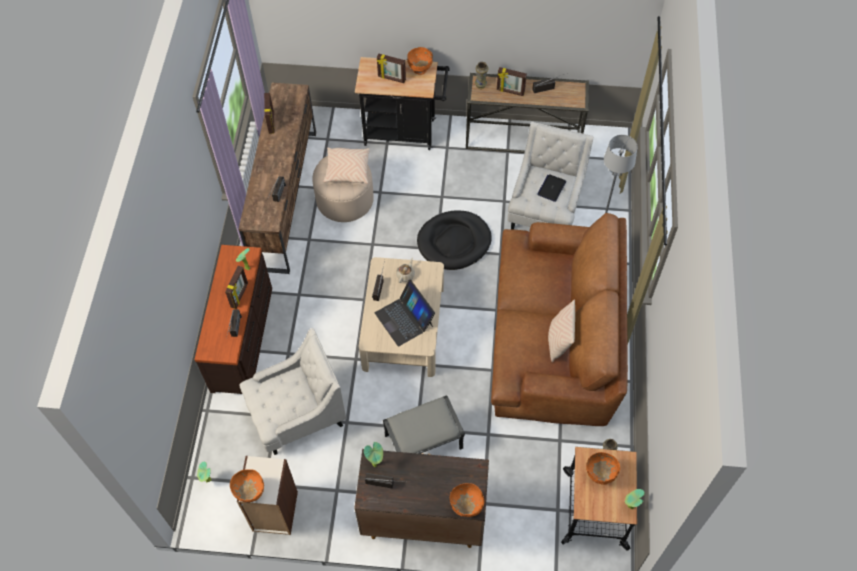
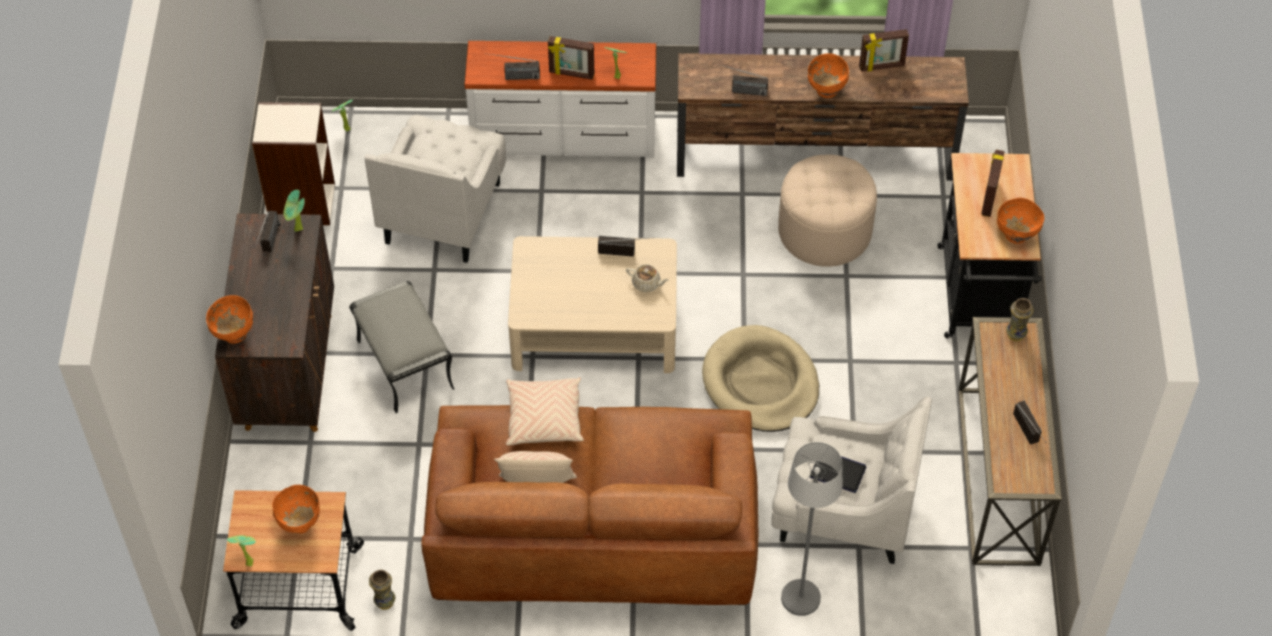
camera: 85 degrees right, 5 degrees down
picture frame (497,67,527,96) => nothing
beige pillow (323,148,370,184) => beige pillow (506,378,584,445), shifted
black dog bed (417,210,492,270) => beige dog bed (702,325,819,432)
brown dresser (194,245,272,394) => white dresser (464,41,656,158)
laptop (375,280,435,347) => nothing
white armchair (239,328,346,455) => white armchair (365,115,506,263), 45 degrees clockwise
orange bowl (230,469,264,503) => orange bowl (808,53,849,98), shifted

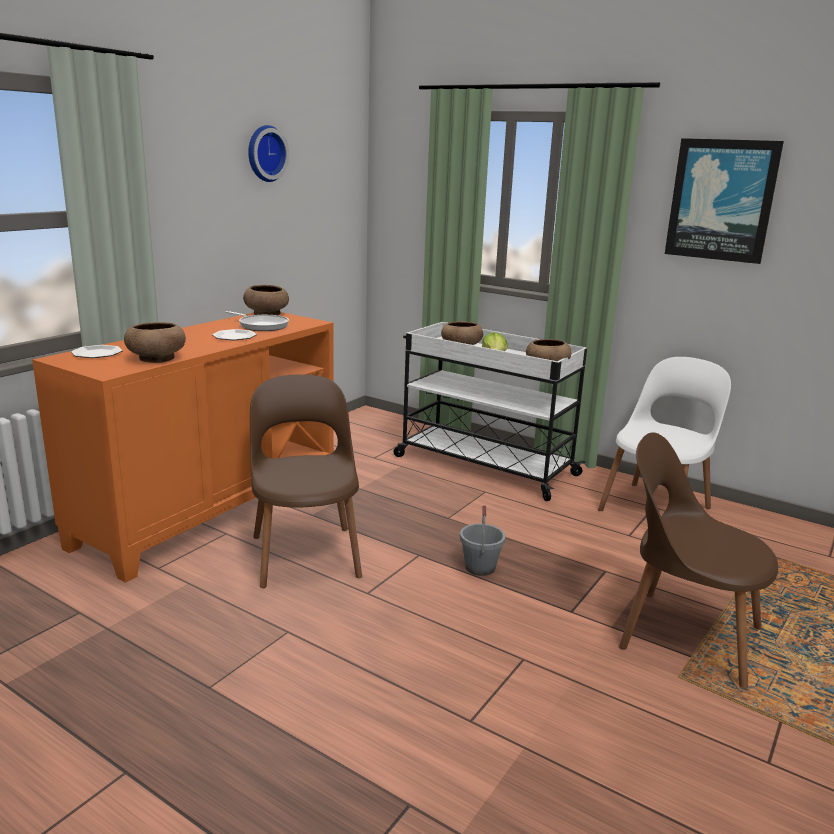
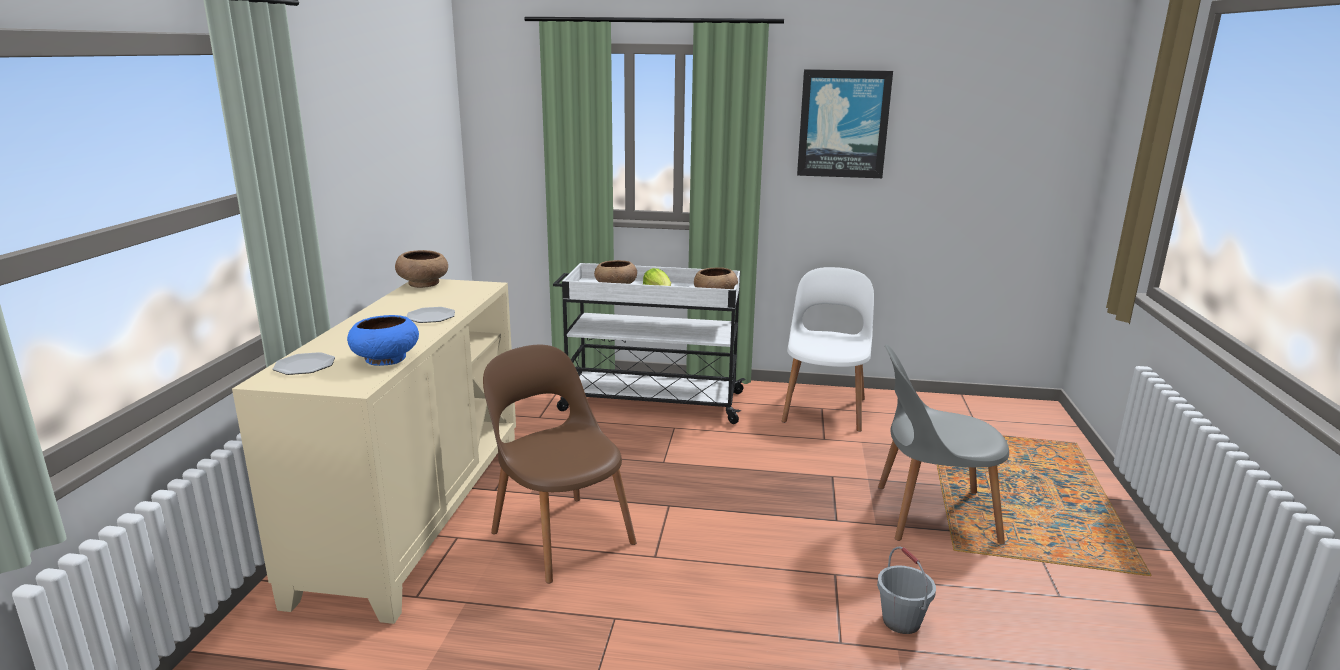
camera: 25 degrees left, 0 degrees up
wall clock (248,125,289,182) => nothing
frying pan (226,311,289,331) => nothing
orange cabinet (32,312,334,583) => beige cabinet (232,279,516,624)
brown bowl (124,322,186,363) => blue bowl (347,315,419,366)
brown chair (619,432,778,689) => grey chair (878,344,1009,544)
grey bucket (460,505,506,576) => grey bucket (877,546,936,634), shifted

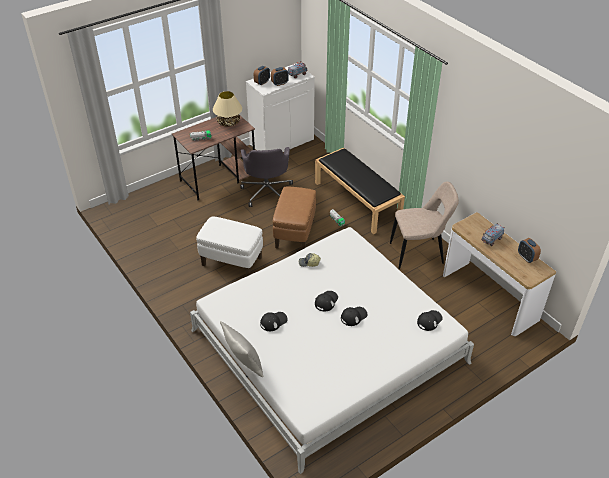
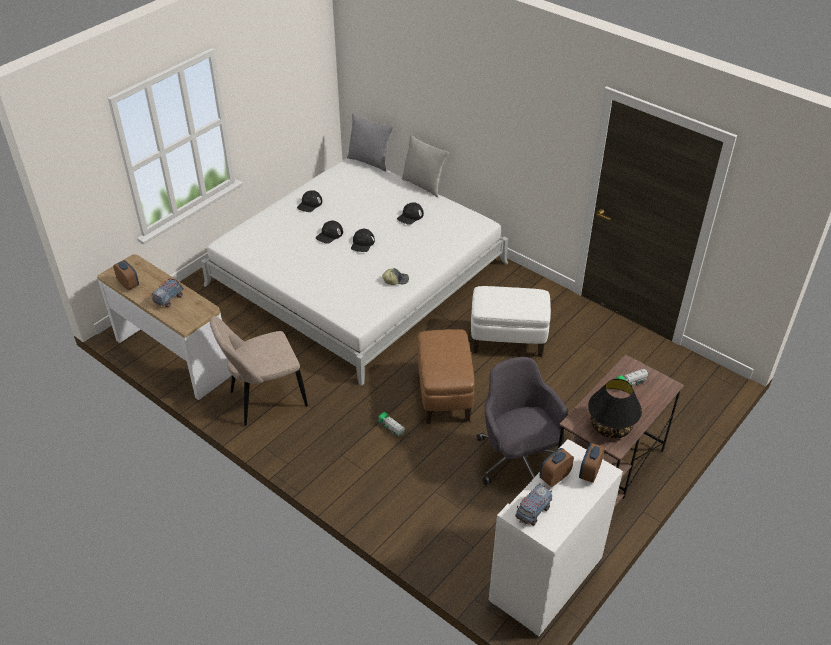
camera: 165 degrees right, 0 degrees up
beige table lamp (213,91,242,126) => black table lamp (588,379,642,439)
black bench (315,148,405,234) => nothing
black cap (417,310,443,331) => black cap (297,190,322,212), shifted
nothing => grey pillow (347,114,393,171)

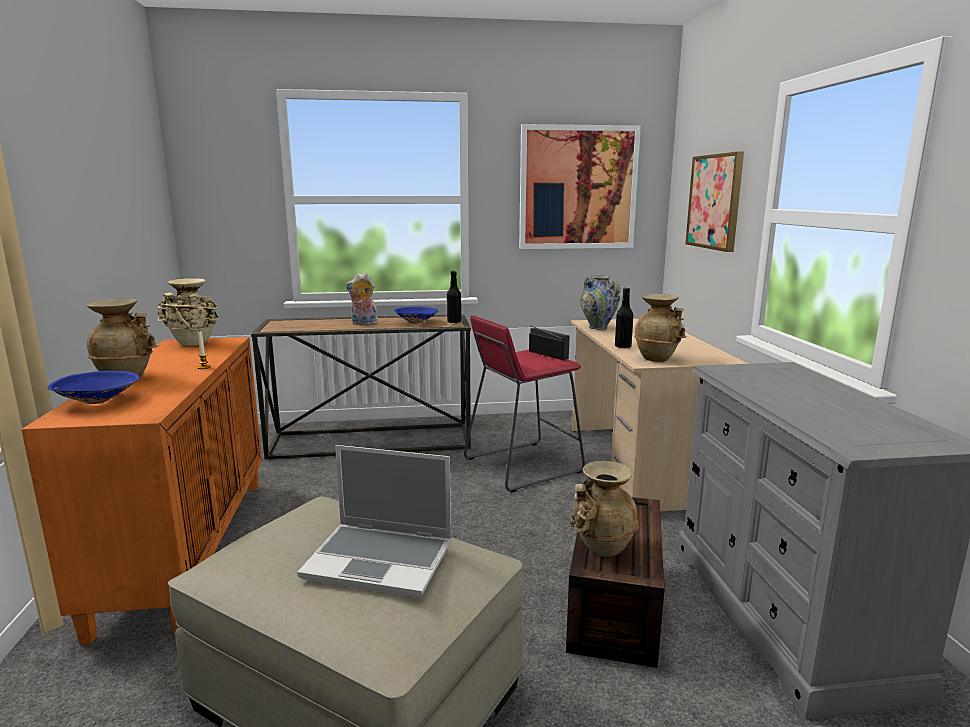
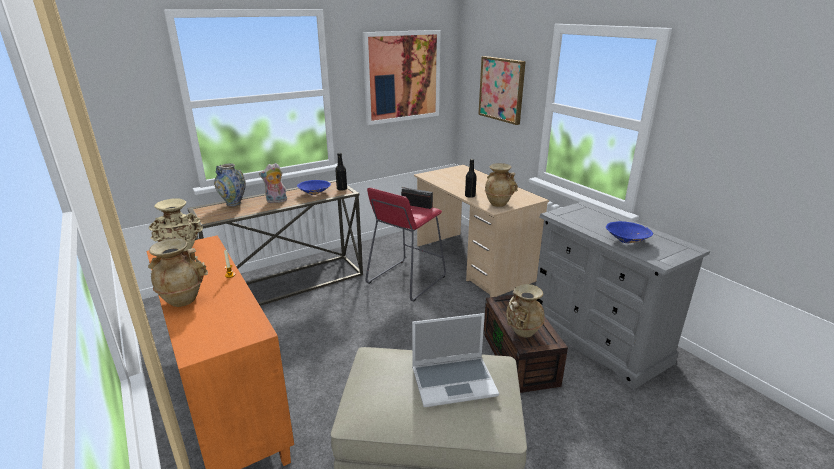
camera: 25 degrees left, 10 degrees up
vase (581,276,620,330) => vase (214,164,246,206), shifted
blue bowl (48,371,140,404) => blue bowl (606,221,653,243), shifted

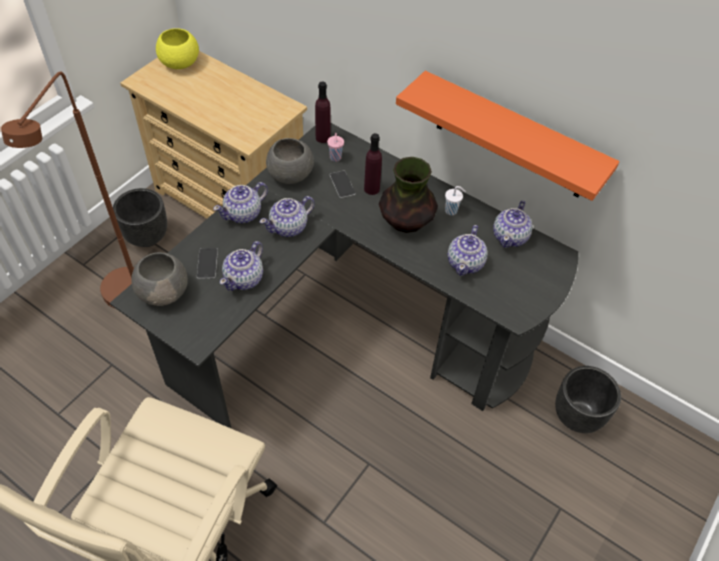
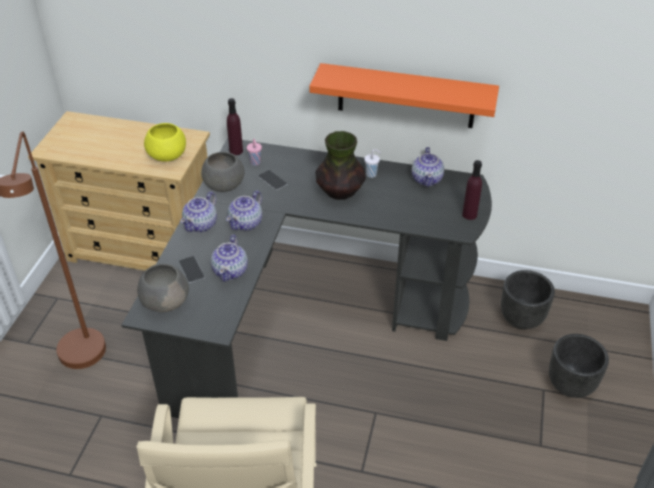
camera: 20 degrees left, 10 degrees down
yellow bowl (156,28,199,69) => yellow bowl (144,123,186,162), shifted
purple bottle (364,133,382,195) => purple bottle (462,160,482,220), shifted
black planter (113,188,167,247) => black planter (549,334,609,398), shifted
teapot (447,225,488,276) => nothing

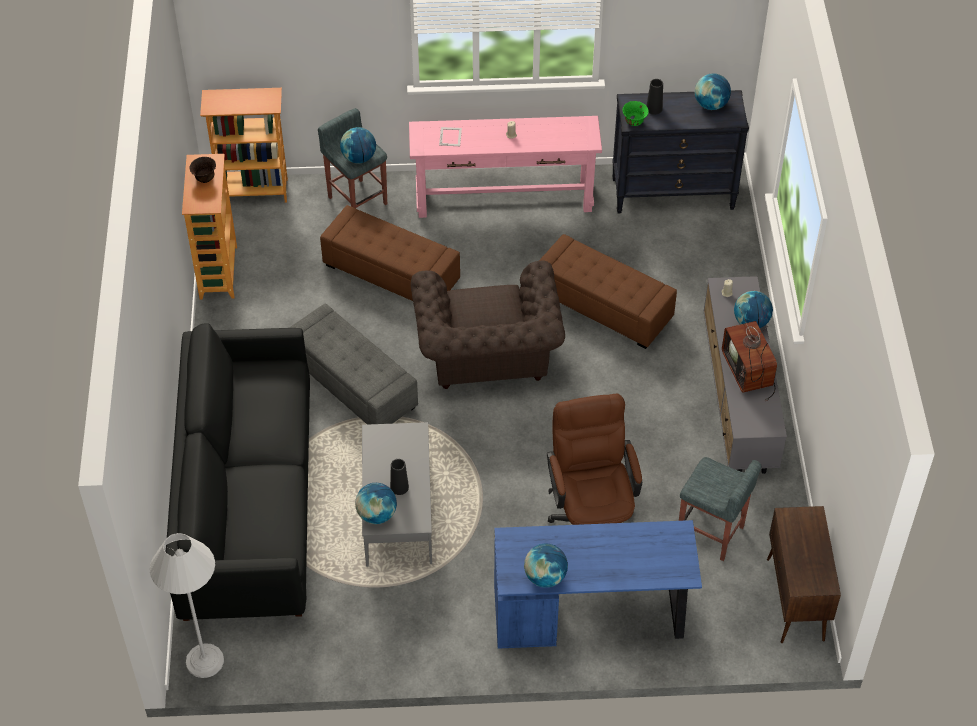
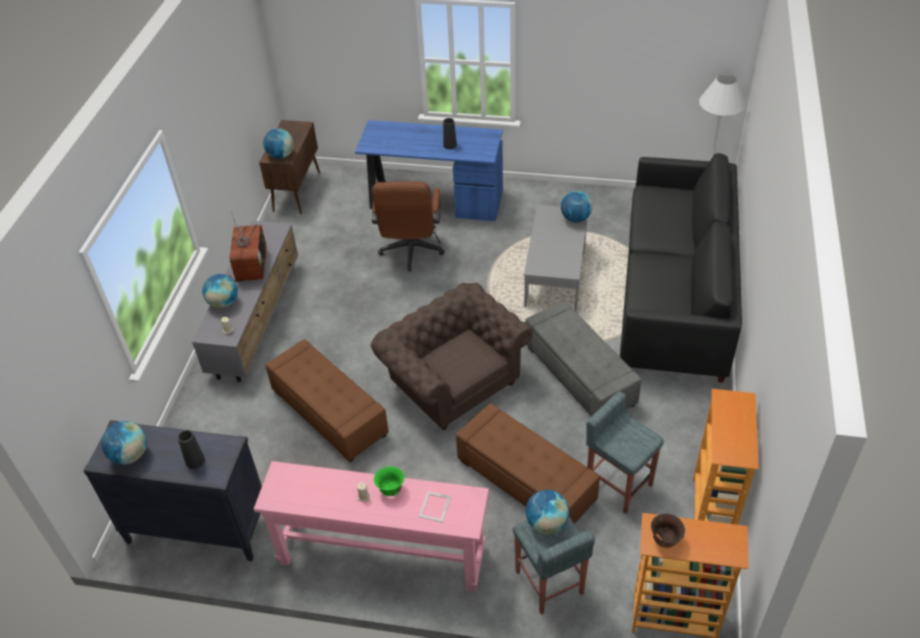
camera: 165 degrees left, 5 degrees down
green bowl (623,101,649,126) => green bowl (374,466,404,496), shifted
brown bowl (189,157,216,183) => brown bowl (651,514,685,548), shifted
brown armchair (411,261,565,389) => brown armchair (371,283,533,430), 45 degrees counterclockwise
grey stool (679,457,761,561) => grey stool (586,392,664,514), shifted
black vase (390,459,409,495) => black vase (443,118,457,149), shifted
globe (524,543,568,588) => globe (263,128,294,159), shifted

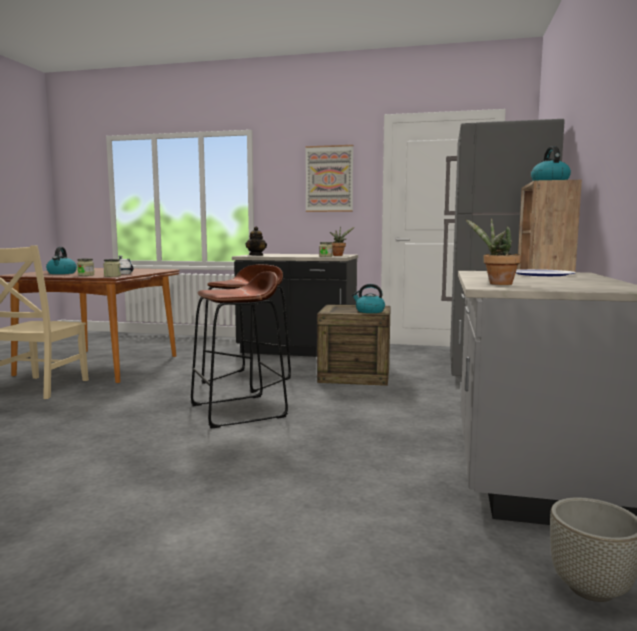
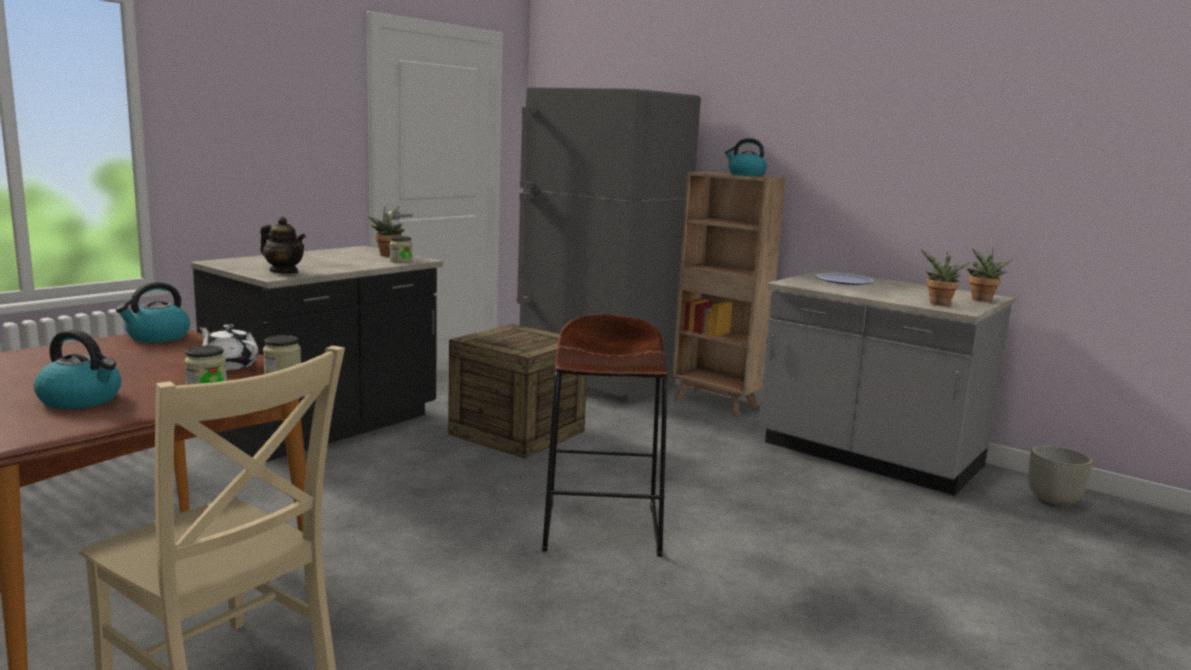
camera: 65 degrees left, 5 degrees up
picture (305,145,353,212) => nothing
brown stool (202,264,291,393) => nothing
kettle (352,284,385,313) => kettle (116,282,190,343), shifted
nothing => potted plant (967,248,1013,302)

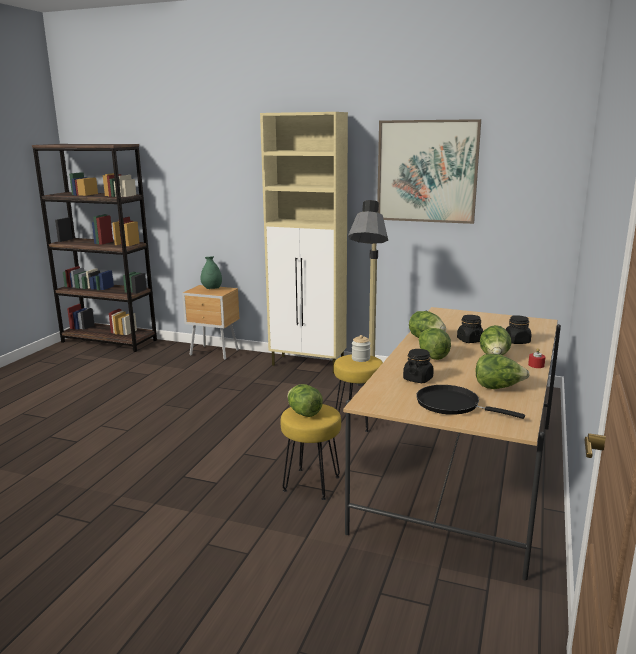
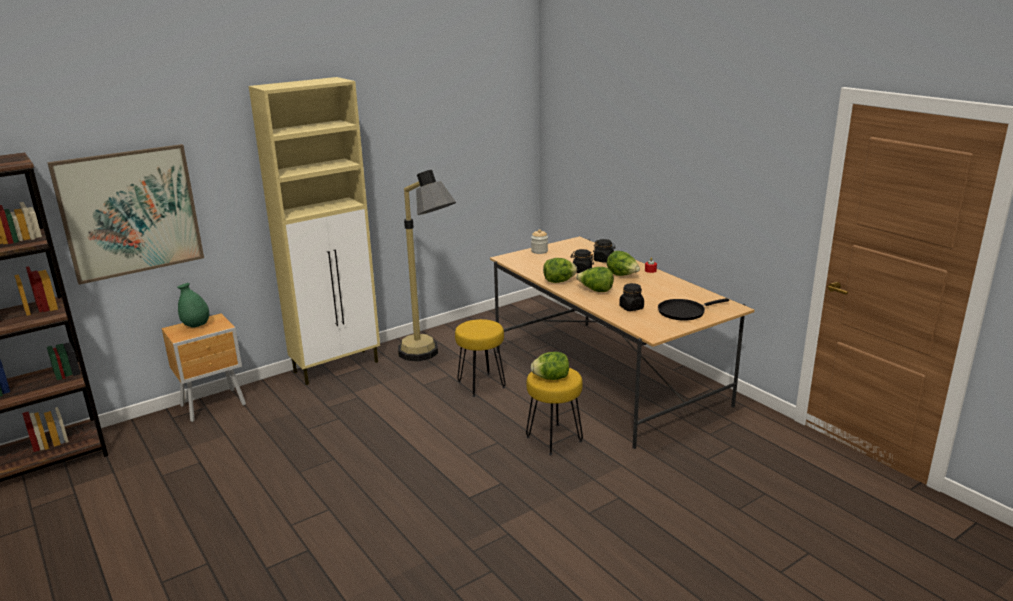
camera: 55 degrees left, 5 degrees up
picture (377,119,481,224) => picture (47,144,204,285), shifted
jar (352,335,371,362) => jar (531,229,548,254), shifted
lettuce (475,354,530,389) => nothing

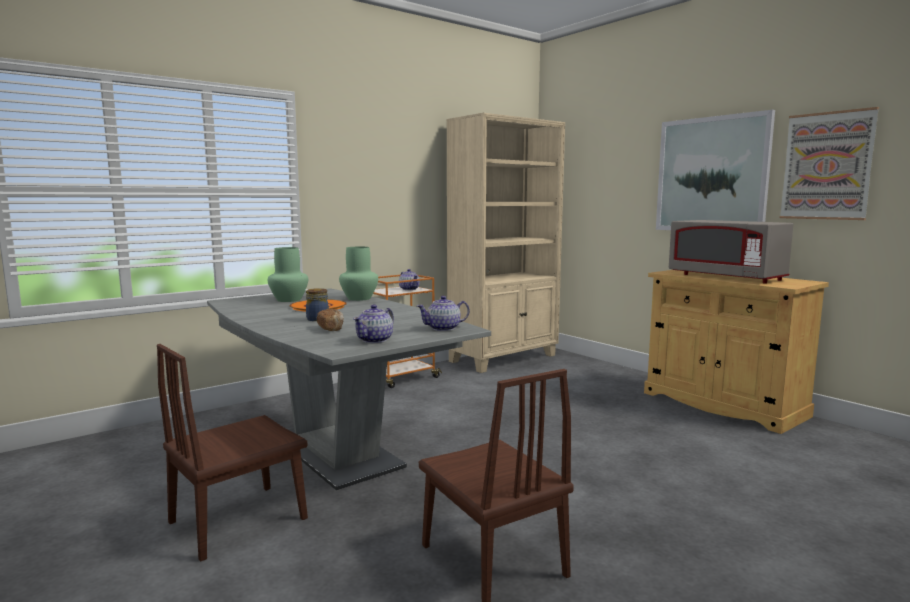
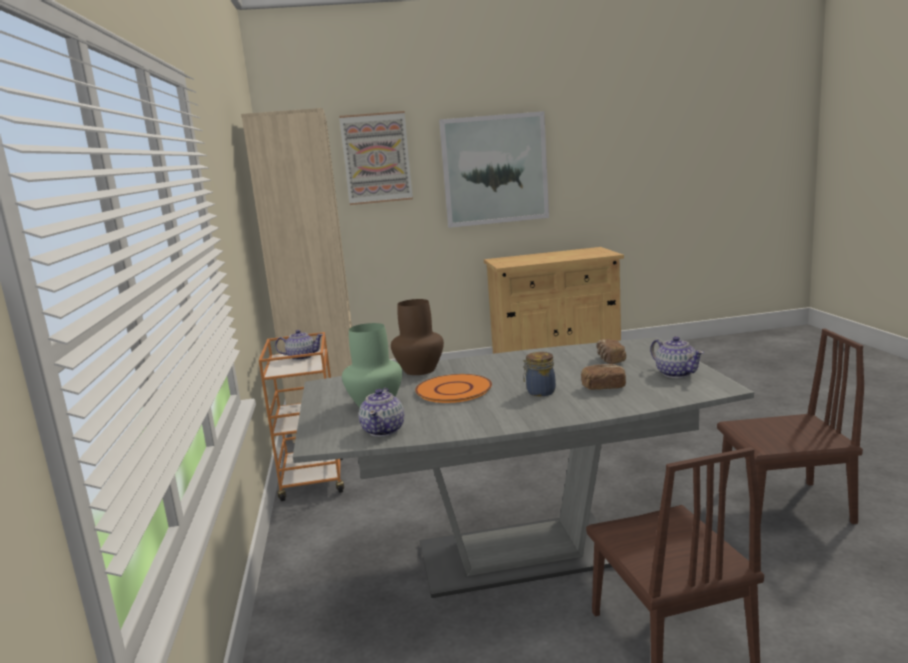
camera: 60 degrees left, 5 degrees up
picture (780,107,879,220) => picture (339,111,413,205), shifted
grey microwave (669,220,794,284) => nothing
green vase (339,247,378,301) => brown vase (391,299,444,375)
teapot (417,296,470,331) => teapot (359,388,404,437), shifted
nothing => bread (596,339,626,364)

